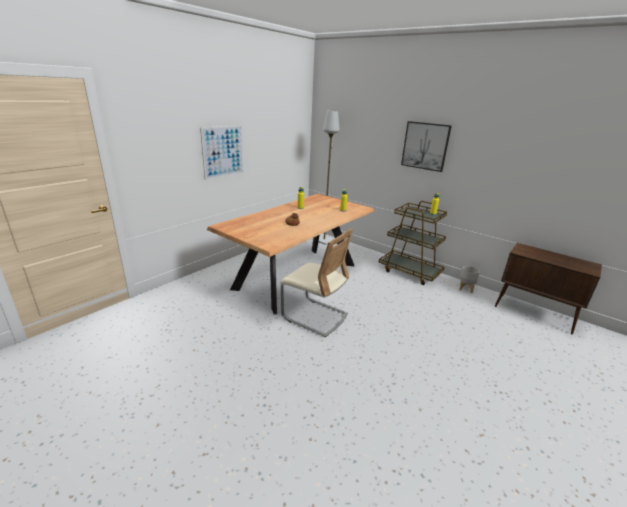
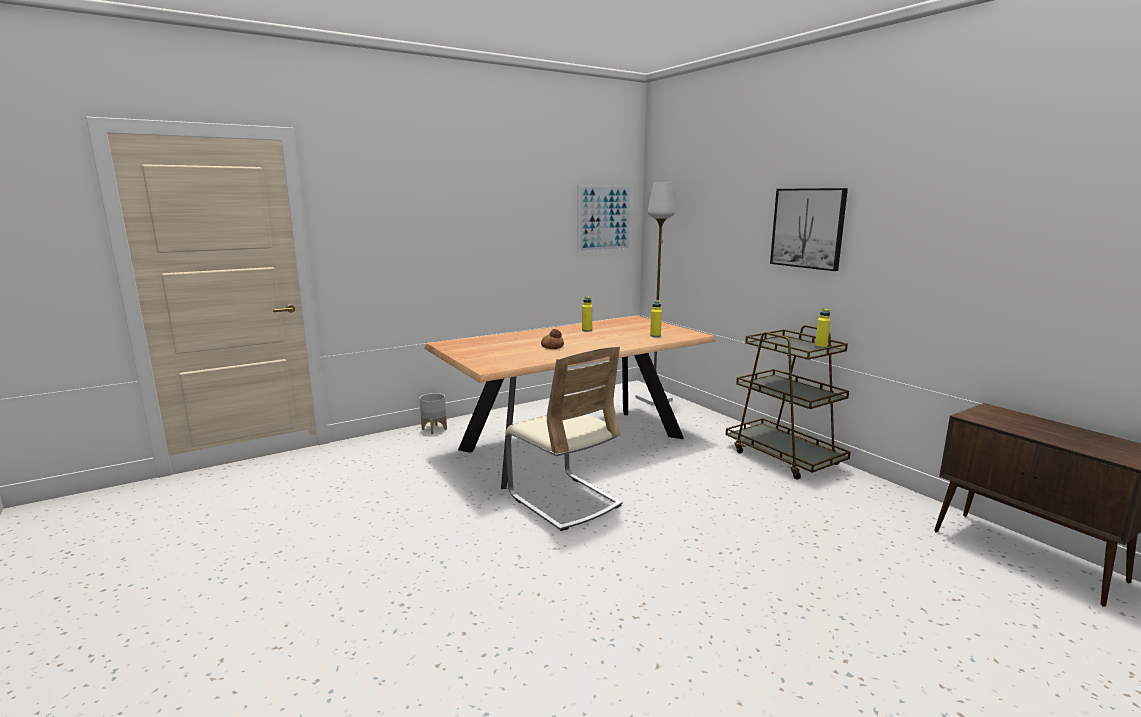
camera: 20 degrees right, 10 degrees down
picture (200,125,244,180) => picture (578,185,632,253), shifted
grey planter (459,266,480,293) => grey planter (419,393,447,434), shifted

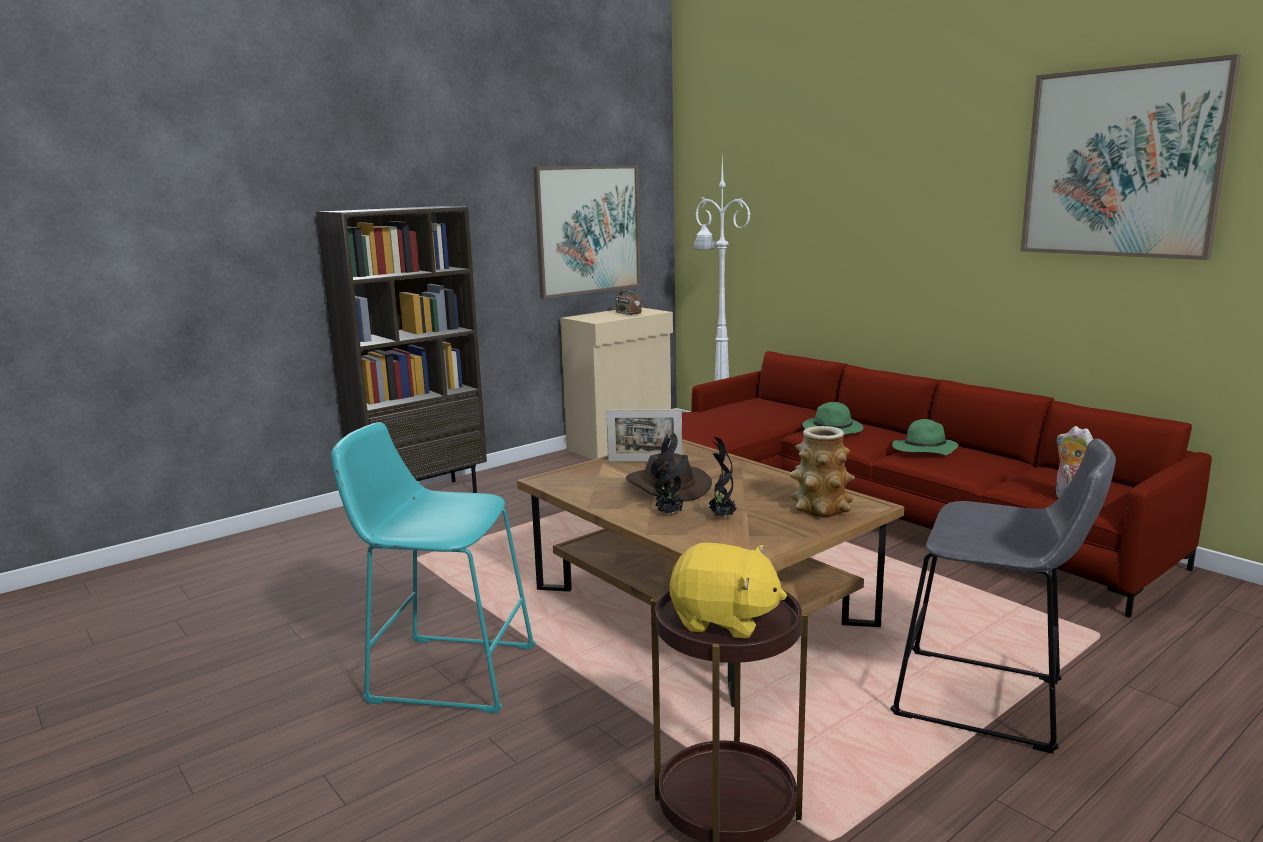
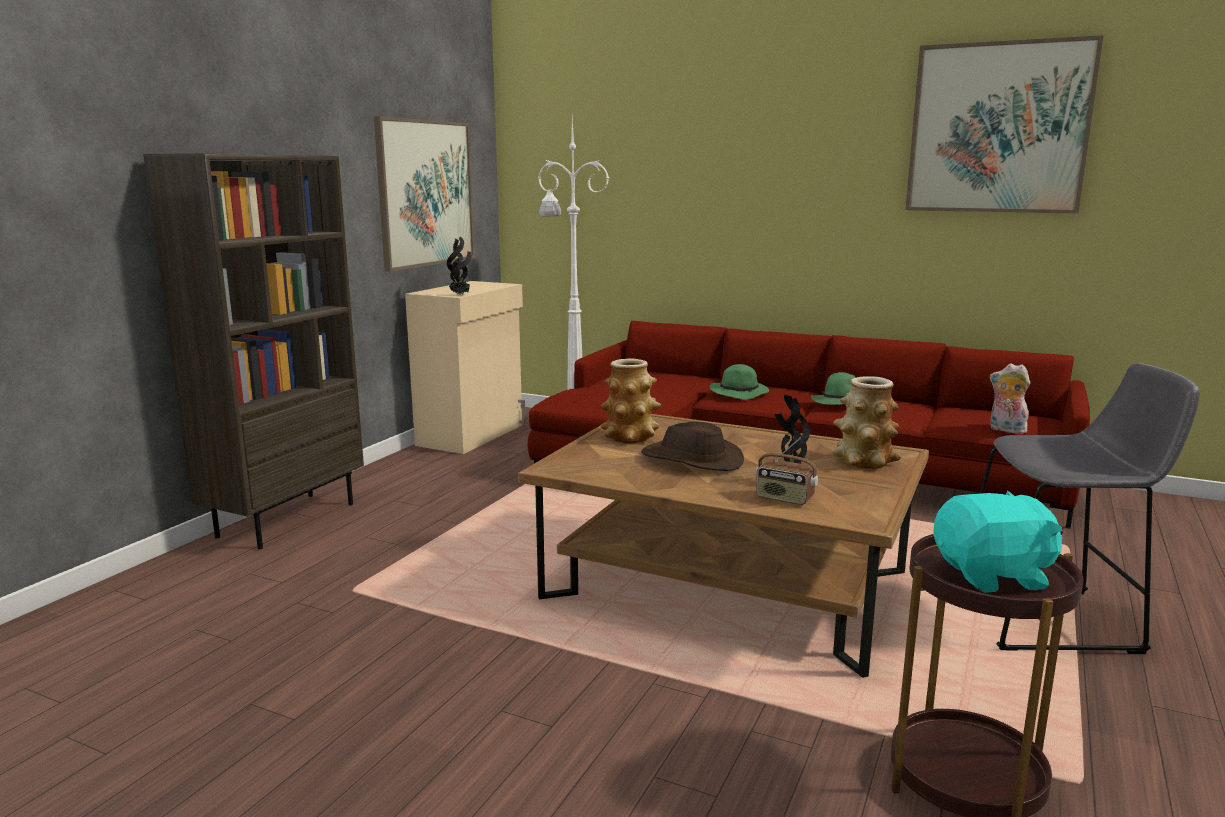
camera: 25 degrees left, 0 degrees up
radio (615,282,641,315) => radio (756,437,818,505), shifted
picture frame (606,409,682,461) => vase (600,358,661,443)
turquoise stool (331,422,536,713) => nothing
potted plant (651,433,688,515) => potted plant (447,237,472,295), shifted
yellow plush toy (670,543,787,639) => turquoise plush toy (933,490,1063,593)

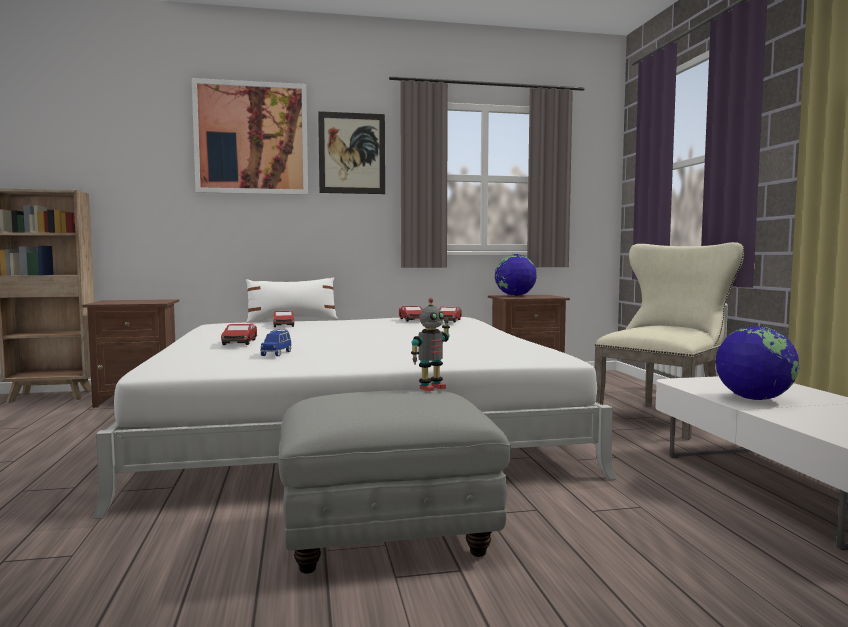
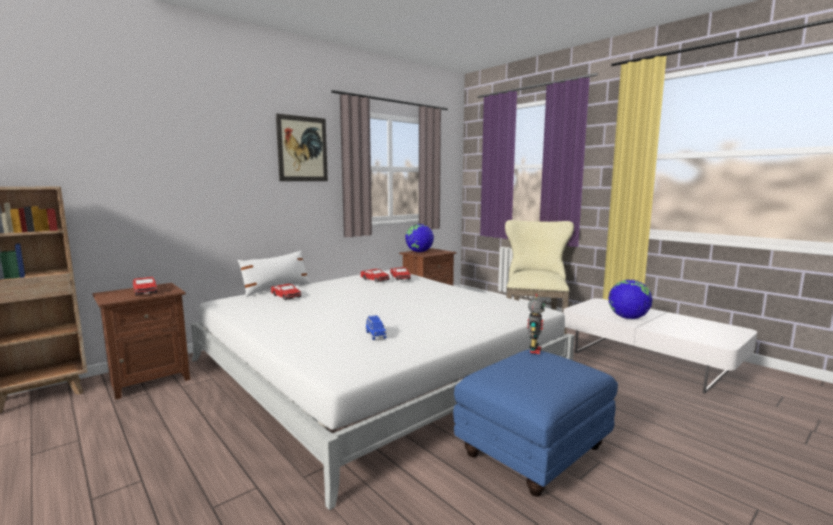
camera: 30 degrees left, 5 degrees up
picture (192,78,308,195) => nothing
toy car (221,324,257,345) => toy car (133,277,157,296), shifted
grey ottoman (279,390,511,574) => blue ottoman (453,349,618,497)

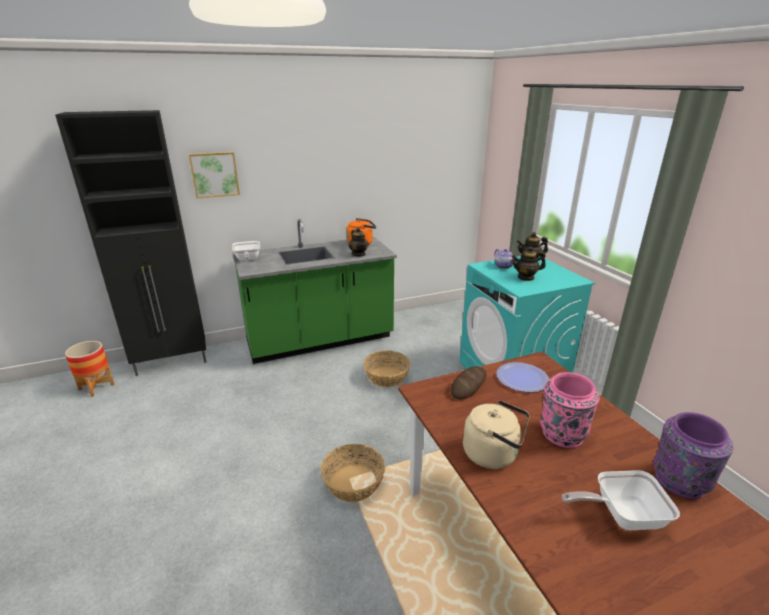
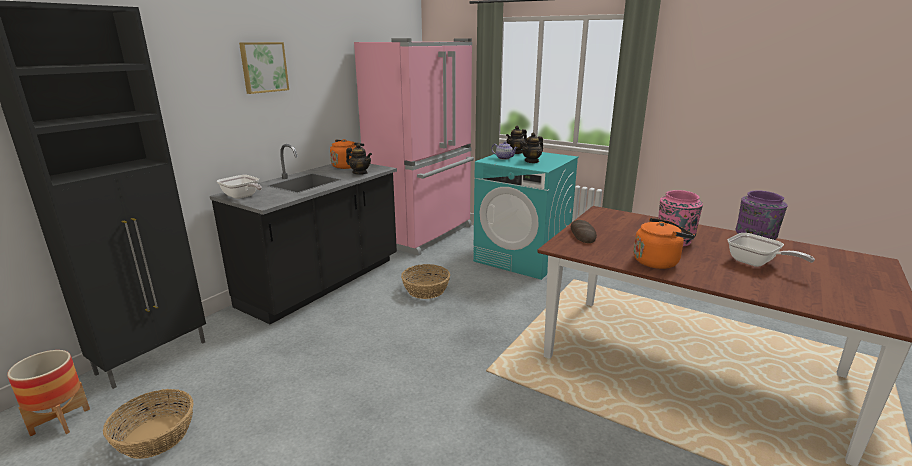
camera: 35 degrees left, 5 degrees down
picture (189,152,240,198) => picture (239,42,289,94), shifted
green counter (232,219,397,364) => black counter (210,144,397,324)
plate (496,362,549,392) => nothing
beige kettle (463,400,530,469) => orange kettle (633,218,695,269)
basket (321,444,385,502) => basket (103,389,193,459), shifted
frying pan (562,470,680,530) => frying pan (728,233,815,267), 90 degrees counterclockwise
nothing => pink fridge (354,38,474,256)

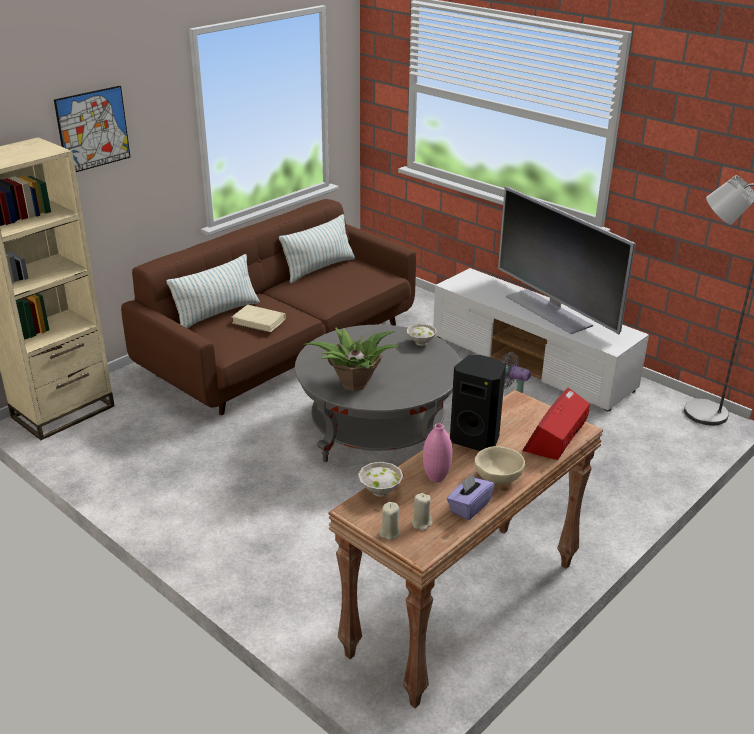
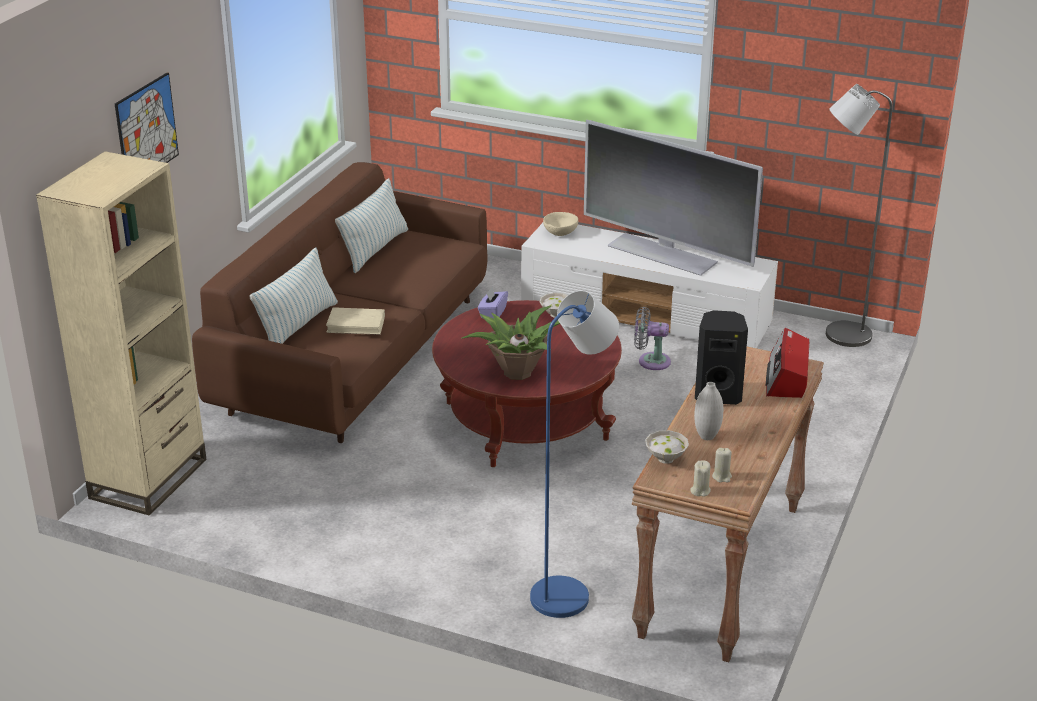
camera: 20 degrees left, 0 degrees up
grey coffee table (295,325,461,462) => red coffee table (432,300,622,467)
pink vase (423,423,452,482) => white vase (694,382,723,440)
beige bowl (474,446,525,484) => beige bowl (543,212,578,236), shifted
purple tissue box (447,473,495,520) => purple tissue box (478,287,508,319), shifted
nothing => blue floor lamp (530,291,619,618)

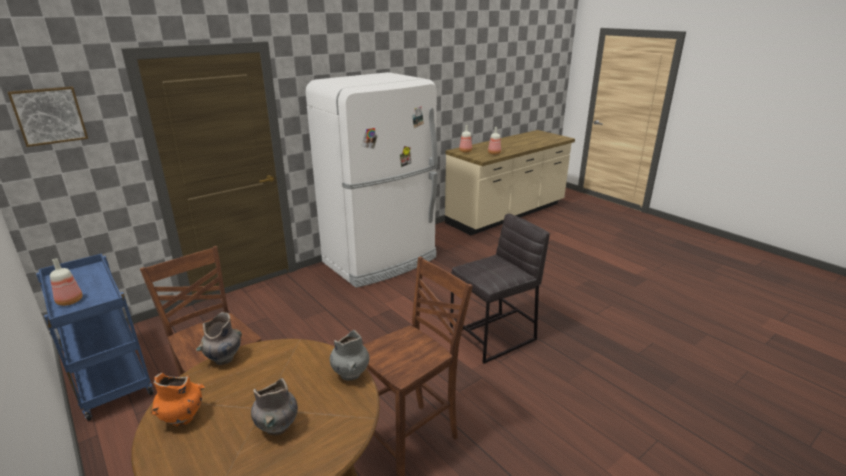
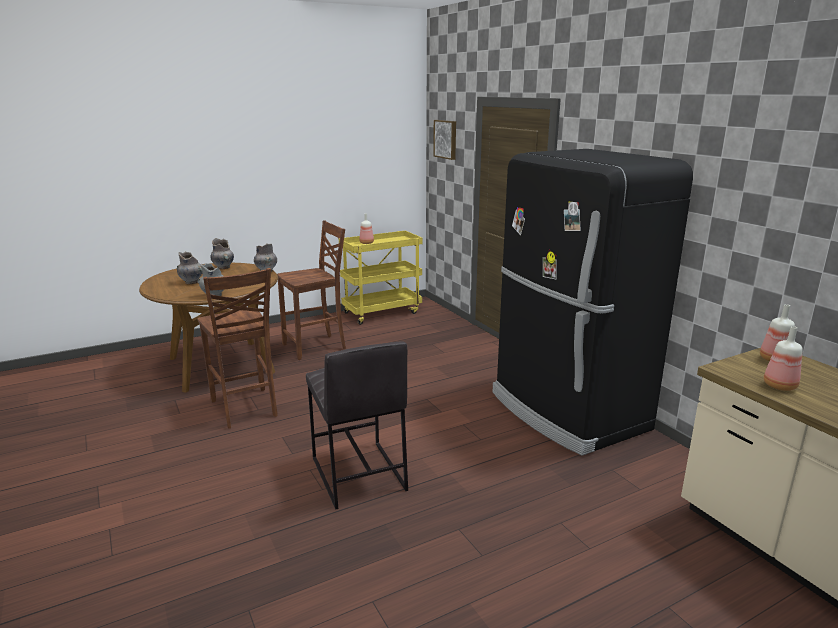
camera: 100 degrees right, 5 degrees down
white fridge (306,72,438,288) => black fridge (492,149,693,456)
blue cart (36,254,154,421) => yellow cart (339,231,422,325)
orange vase (151,373,204,426) => grey vase (210,238,234,269)

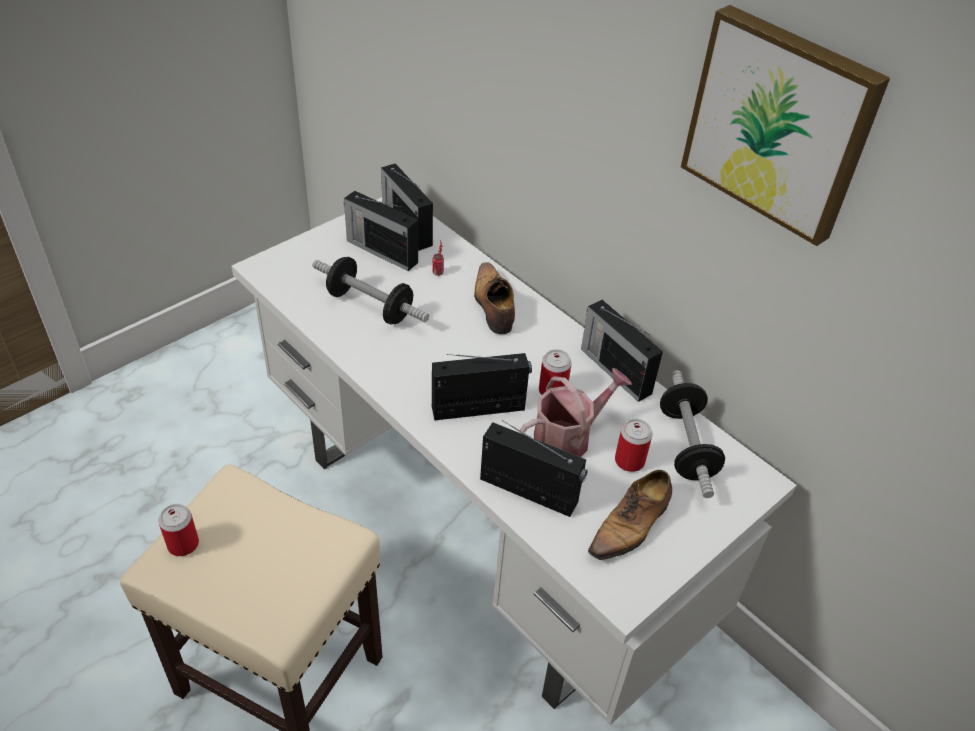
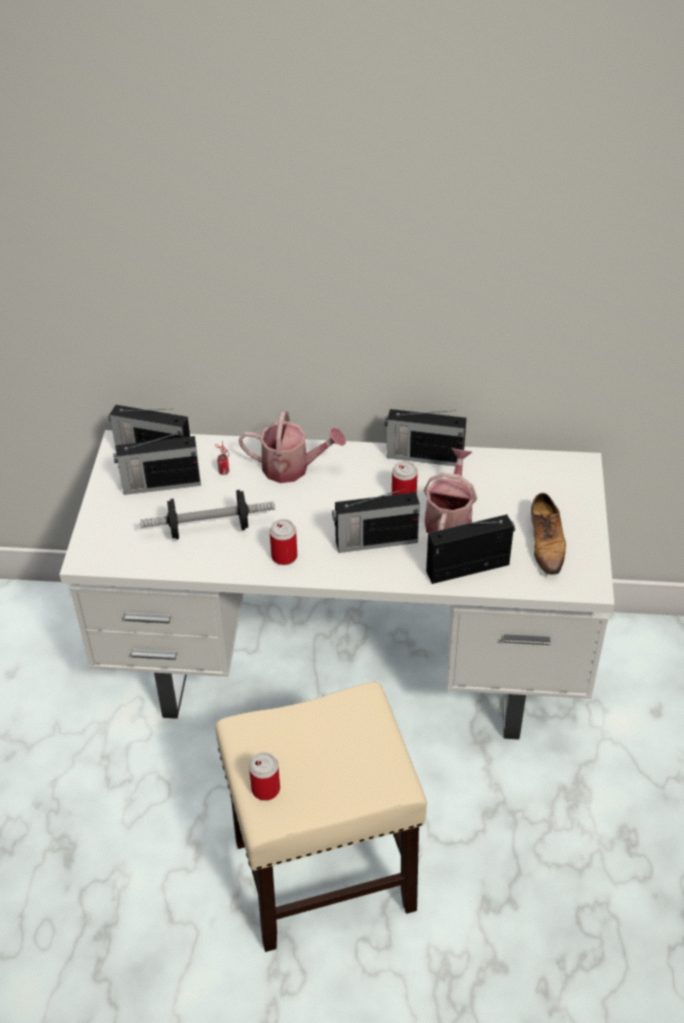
camera: 40 degrees left, 0 degrees up
picture (681,5,890,246) => nothing
shoe (474,262,515,334) => watering can (239,411,346,483)
radio (432,353,532,421) => radio (332,488,420,553), 135 degrees counterclockwise
dumbbell (660,370,725,498) => nothing
can (615,419,652,472) => can (270,519,297,565), shifted

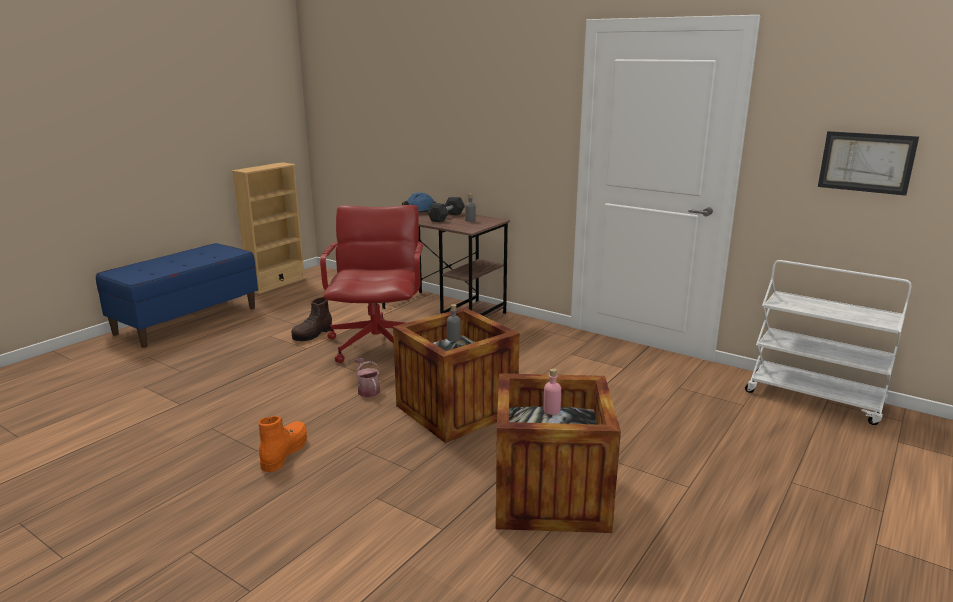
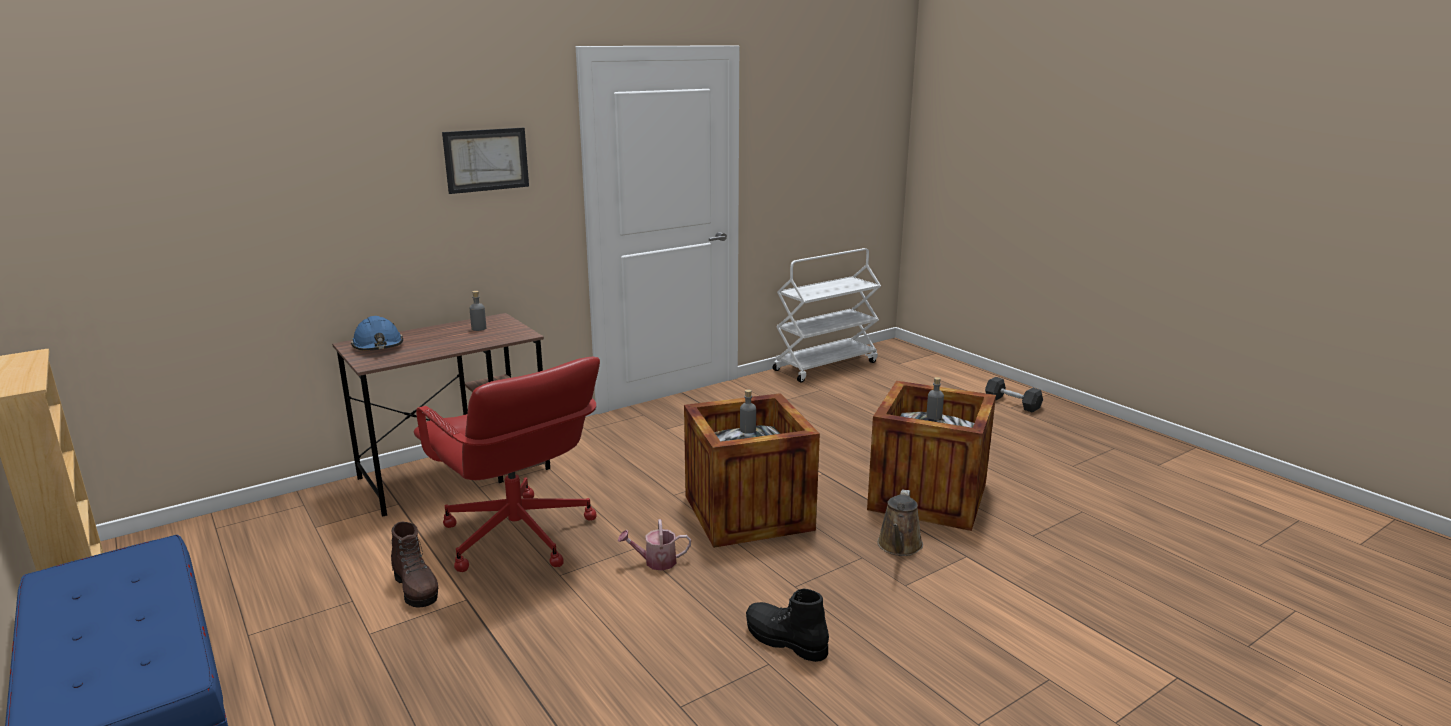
camera: 70 degrees left, 0 degrees up
picture (818,131,919,196) => picture (442,127,529,194), shifted
grey dumbbell (427,196,465,222) => grey dumbbell (985,377,1043,413), shifted
red office chair (320,205,423,363) => red office chair (414,357,600,572), 150 degrees counterclockwise
pink bottle (544,368,561,415) => grey bottle (926,377,944,420)
orange boot (258,416,307,472) => black boot (746,588,829,662)
nothing => brown watering can (877,490,923,556)

